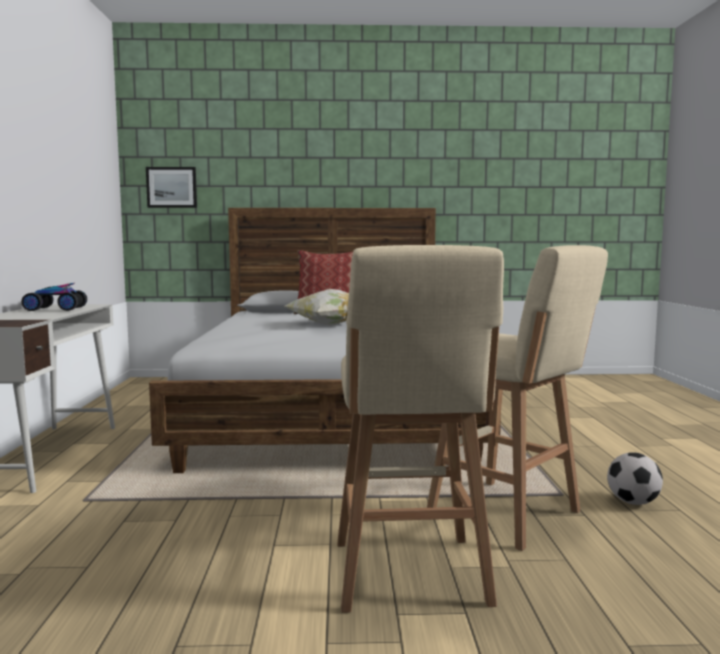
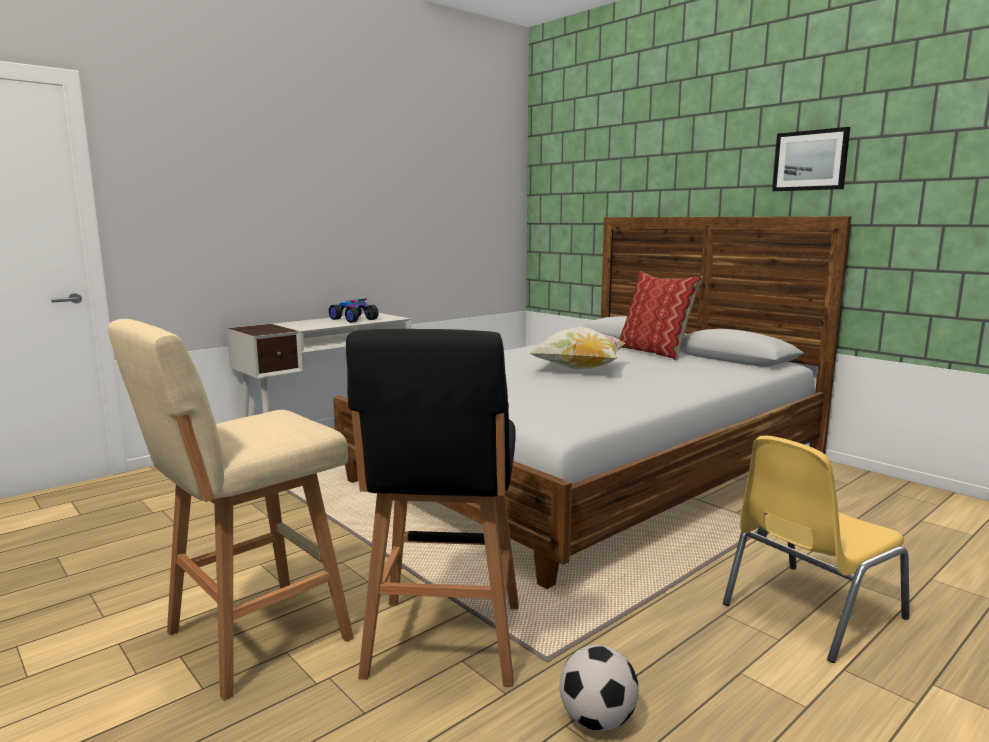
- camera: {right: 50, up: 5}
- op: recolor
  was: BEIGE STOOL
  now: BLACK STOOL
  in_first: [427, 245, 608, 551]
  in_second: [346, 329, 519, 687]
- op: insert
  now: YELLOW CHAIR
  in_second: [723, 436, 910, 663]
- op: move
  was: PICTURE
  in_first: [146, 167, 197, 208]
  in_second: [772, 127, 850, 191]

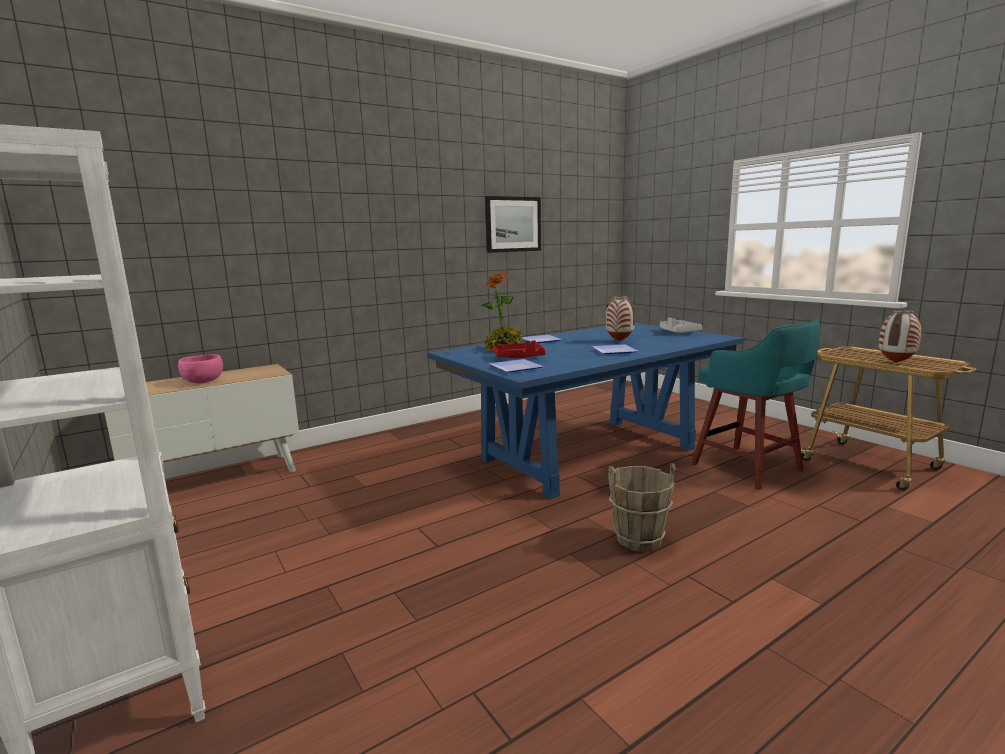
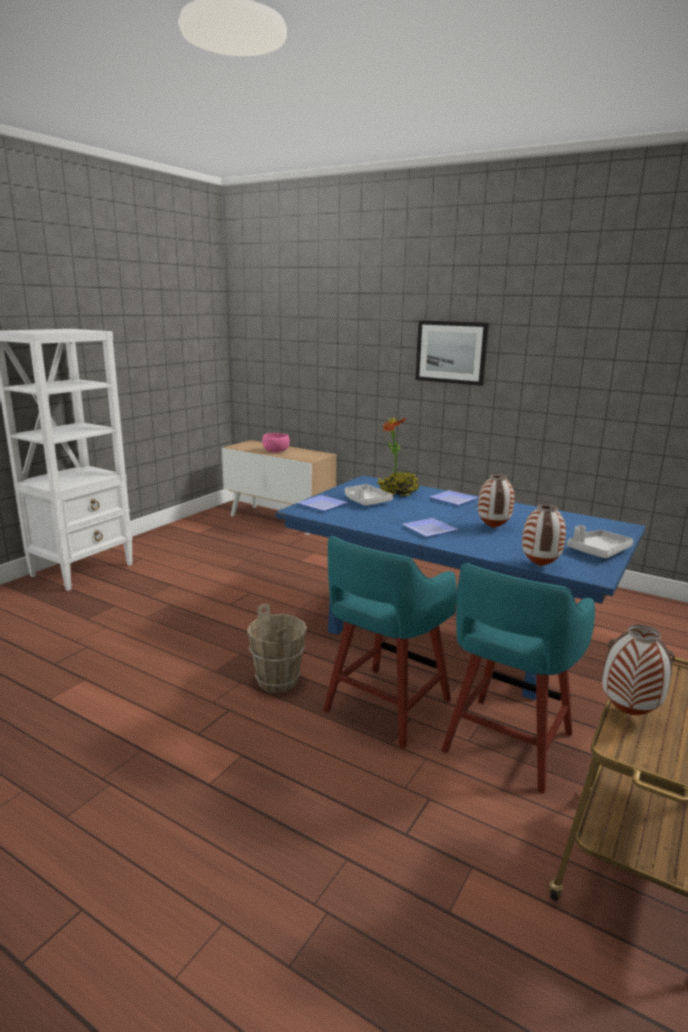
- camera: {right: 65, up: 5}
- op: insert
  now: TURQUOISE STOOL
  in_second: [323, 536, 457, 749]
- op: recolor
  was: RED TRAY
  now: GREY TRAY
  in_first: [493, 340, 546, 358]
  in_second: [345, 484, 393, 506]
- op: move
  was: PICTURE
  in_first: [485, 196, 541, 253]
  in_second: [415, 320, 489, 386]
- op: insert
  now: VASE
  in_second: [522, 503, 566, 566]

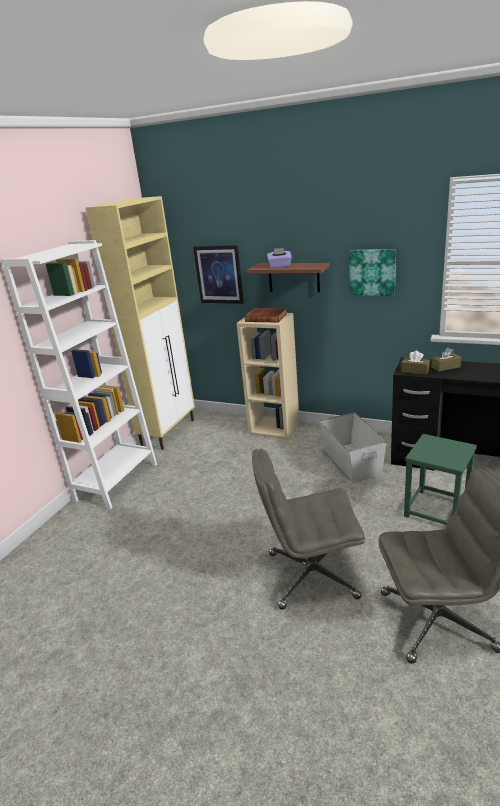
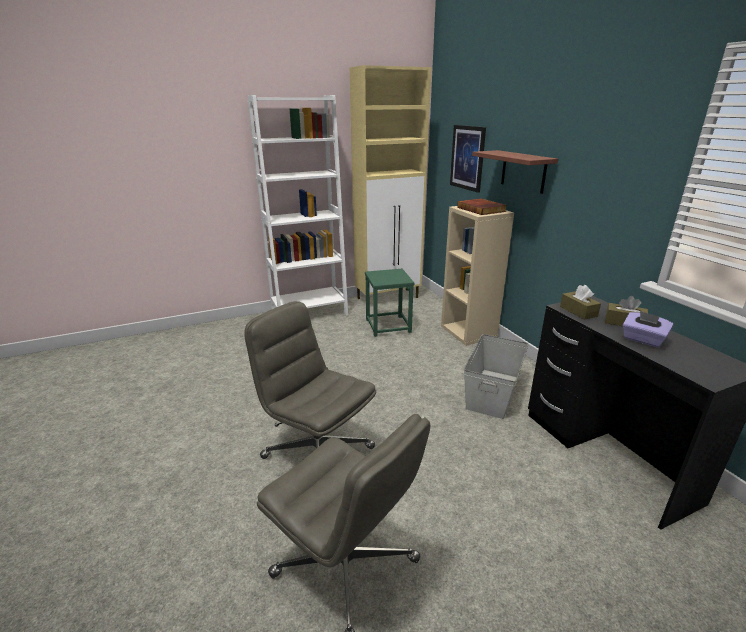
- camera: {right: 40, up: 0}
- op: move
  was: GREEN STOOL
  in_first: [404, 434, 477, 525]
  in_second: [365, 269, 414, 337]
- op: move
  was: PURPLE TISSUE BOX
  in_first: [267, 248, 292, 268]
  in_second: [623, 311, 674, 348]
- op: delete
  was: PICTURE
  in_first: [349, 249, 396, 296]

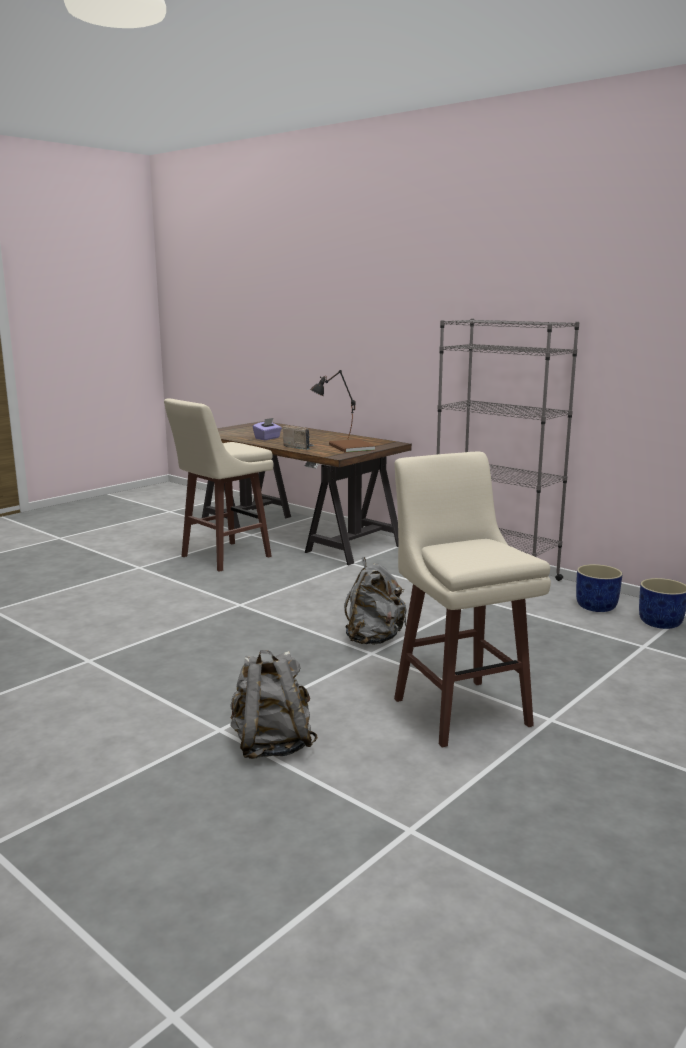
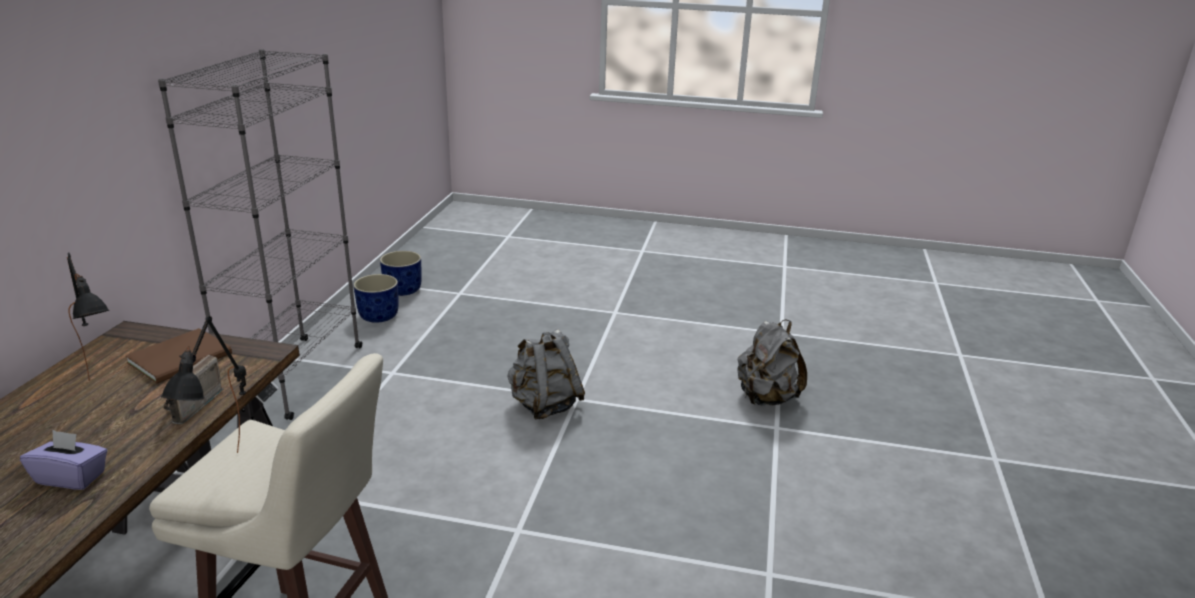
- camera: {right: -120, up: 10}
- op: insert
  now: BLACK TABLE LAMP
  in_second: [161, 316, 246, 453]
- op: delete
  was: BEIGE STOOL
  in_first: [394, 451, 551, 747]

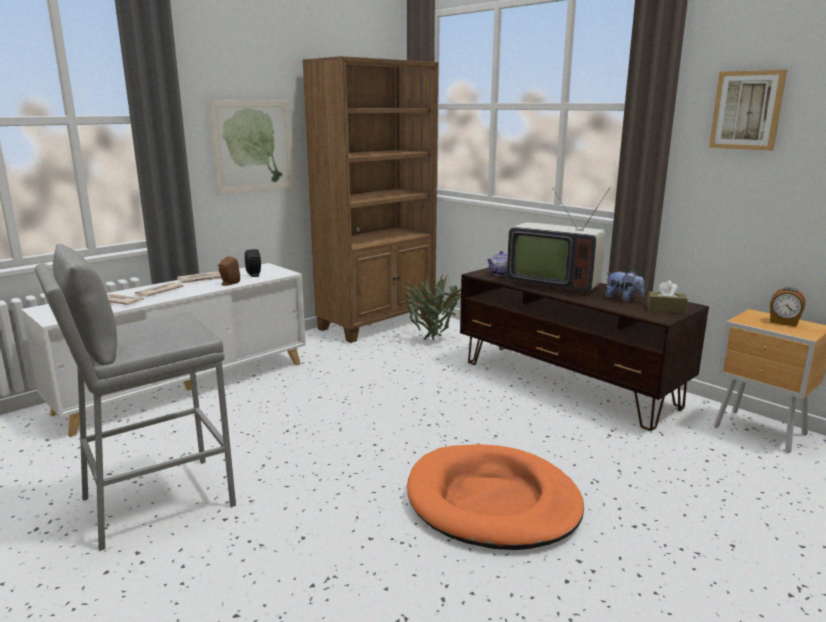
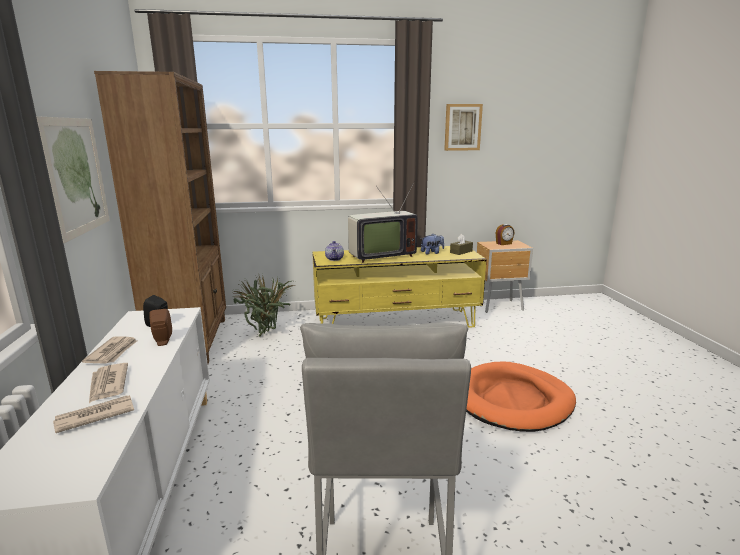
- camera: {right: -55, up: 0}
- op: recolor
  was: BROWN TV STAND
  now: YELLOW TV STAND
  in_first: [460, 268, 709, 431]
  in_second: [312, 246, 487, 328]

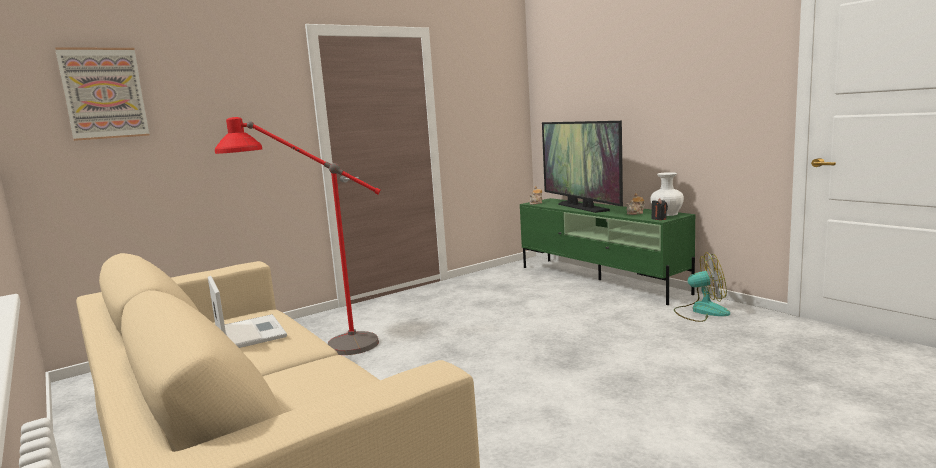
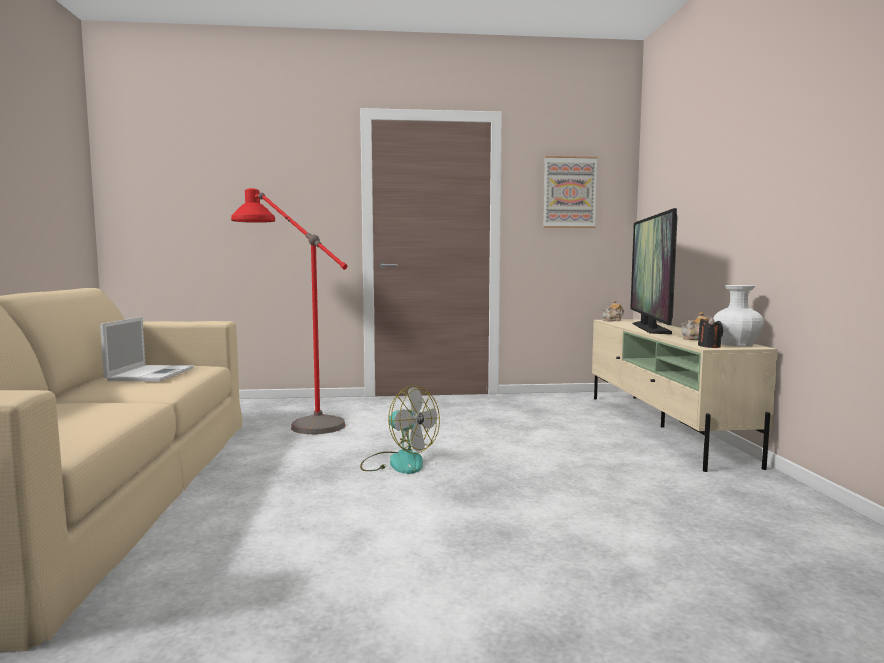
- camera: {right: 30, up: -5}
- op: move
  was: FAN
  in_first: [674, 252, 730, 322]
  in_second: [360, 385, 440, 474]
- op: move
  was: PICTURE
  in_first: [55, 47, 150, 141]
  in_second: [543, 156, 598, 228]
- op: recolor
  was: GREEN TV STAND
  now: BEIGE TV STAND
  in_first: [520, 198, 695, 305]
  in_second: [592, 319, 778, 472]

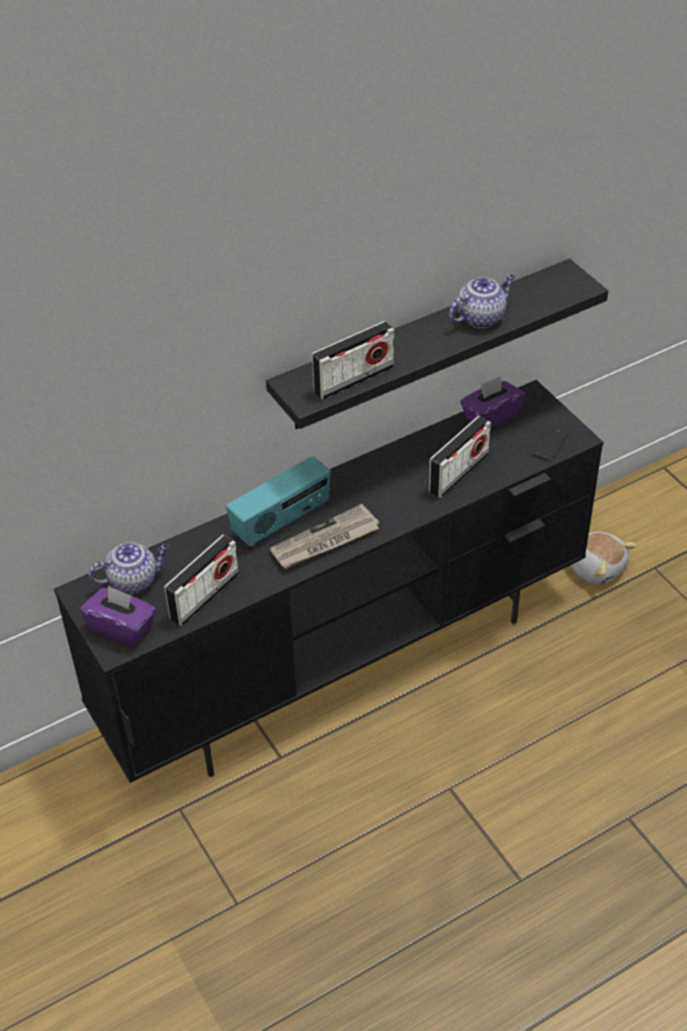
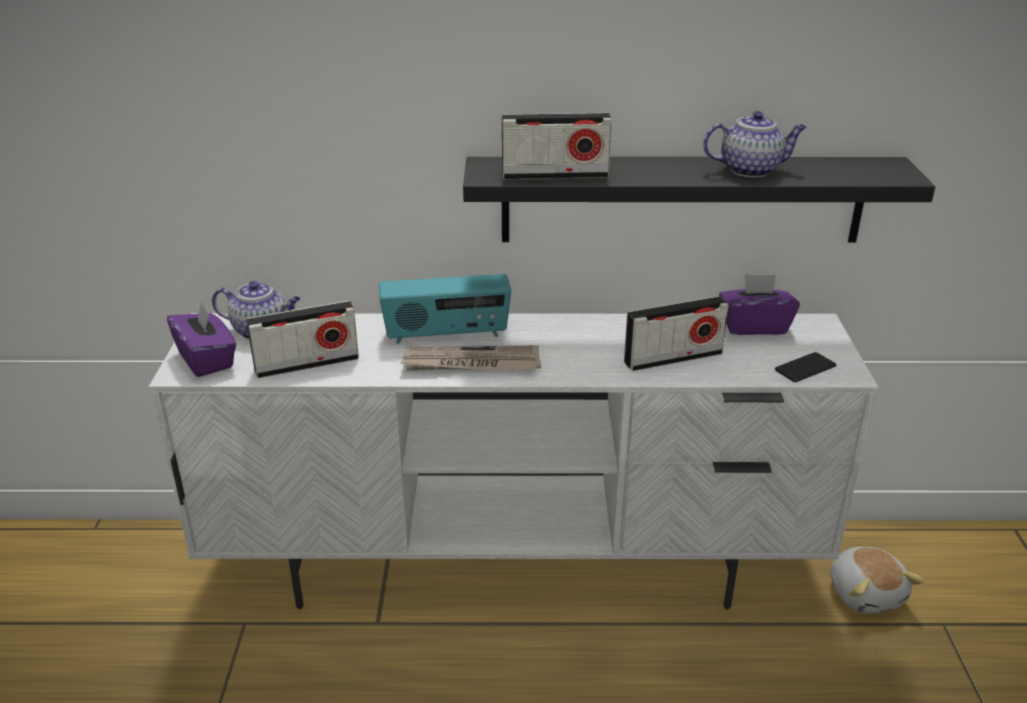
- camera: {right: 30, up: -15}
- op: recolor
  was: BLACK TV STAND
  now: WHITE TV STAND
  in_first: [54, 380, 604, 783]
  in_second: [149, 313, 878, 610]

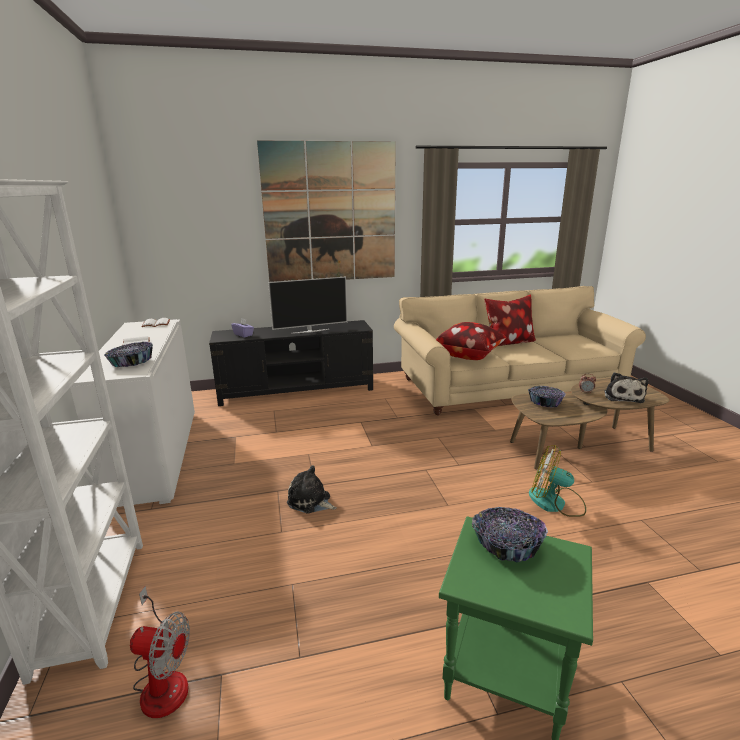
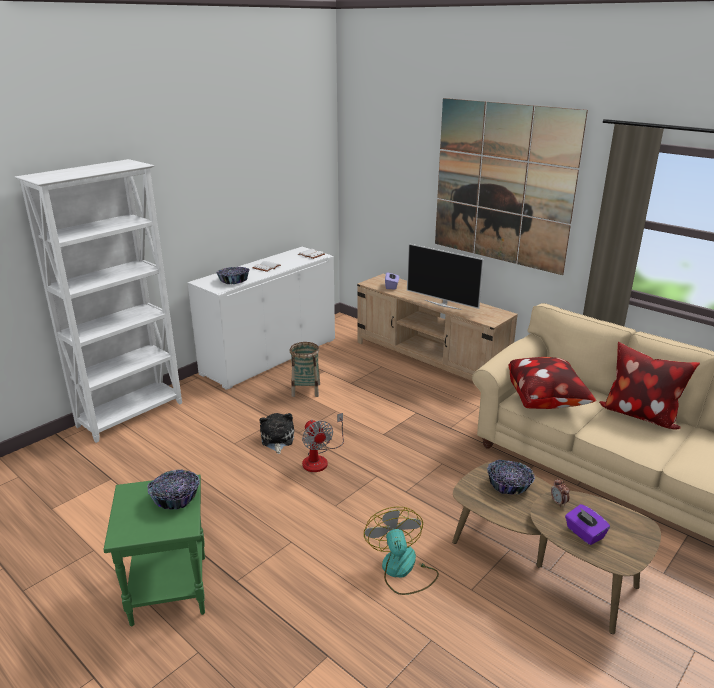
- camera: {right: 55, up: 5}
- op: insert
  now: BASKET
  in_second: [290, 342, 320, 397]
- op: move
  was: FAN
  in_first: [130, 586, 190, 718]
  in_second: [302, 413, 344, 472]
- op: recolor
  was: BLACK TV STAND
  now: BEIGE TV STAND
  in_first: [209, 320, 373, 406]
  in_second: [357, 274, 518, 381]
- op: replace
  was: PLUSH TOY
  now: PURPLE TISSUE BOX
  in_first: [605, 372, 648, 403]
  in_second: [565, 504, 610, 545]

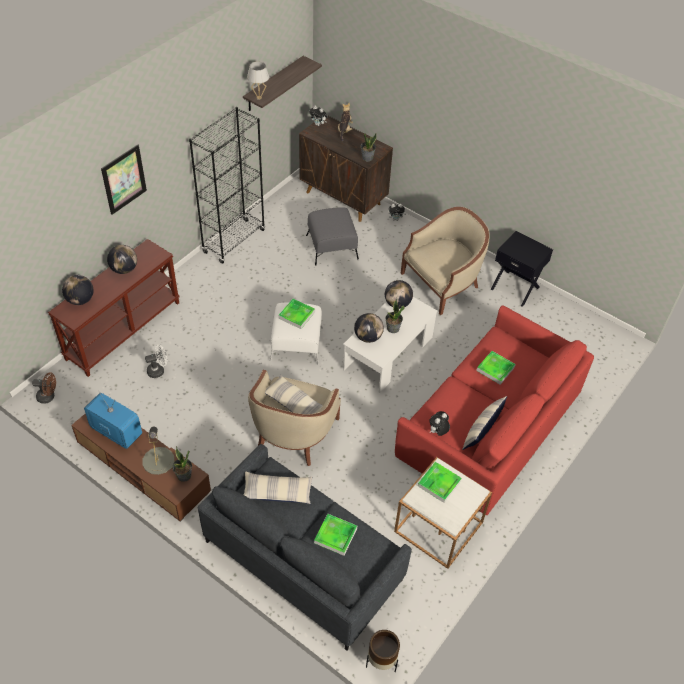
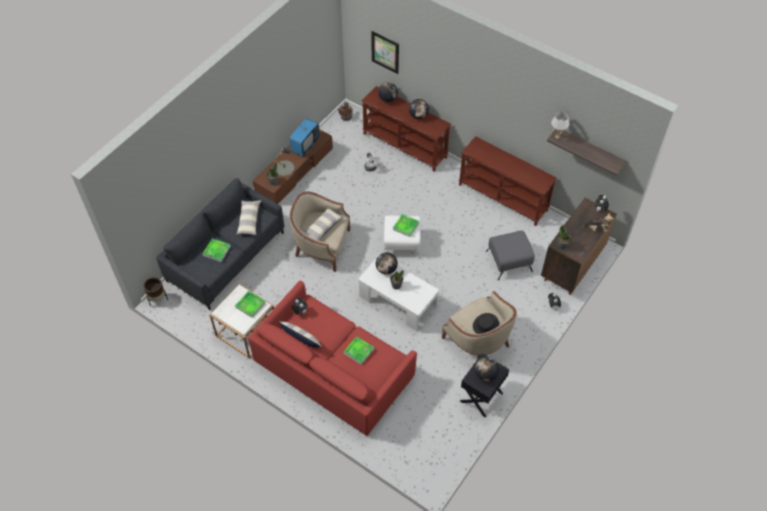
- camera: {right: 90, up: 5}
- op: move
  was: PICTURE
  in_first: [101, 144, 147, 215]
  in_second: [371, 31, 399, 74]
- op: replace
  was: BLACK BOOKCASE
  now: BROWN CONSOLE TABLE
  in_first: [189, 107, 265, 264]
  in_second: [459, 136, 557, 226]
- op: insert
  now: BLACK HAT
  in_second: [473, 313, 499, 334]
- op: move
  was: GLOBE
  in_first: [385, 280, 413, 309]
  in_second: [475, 357, 499, 382]

